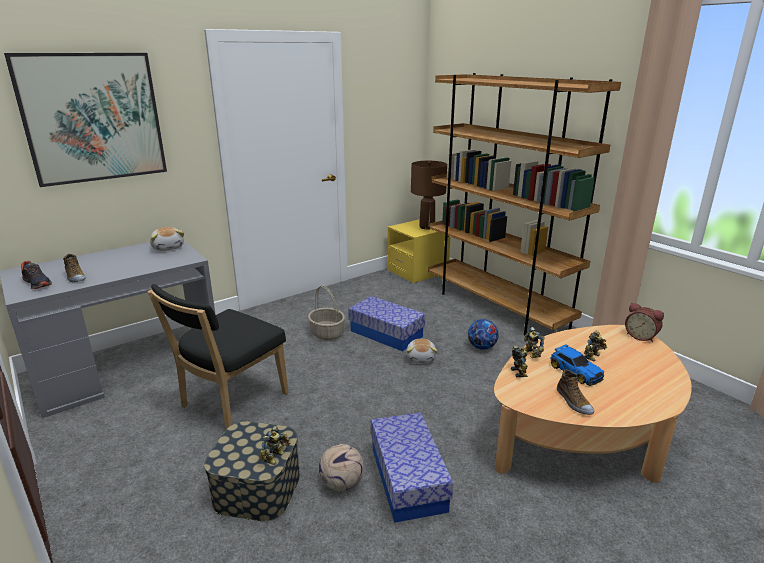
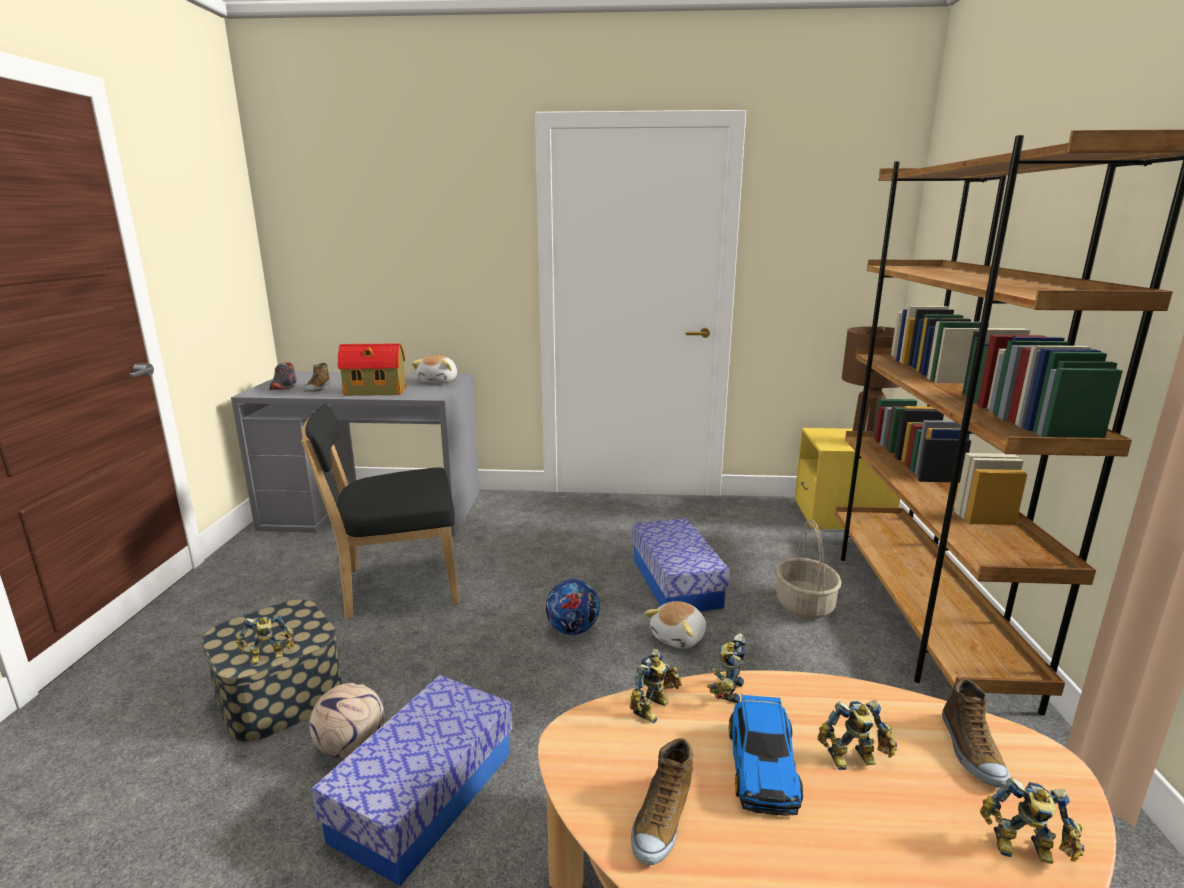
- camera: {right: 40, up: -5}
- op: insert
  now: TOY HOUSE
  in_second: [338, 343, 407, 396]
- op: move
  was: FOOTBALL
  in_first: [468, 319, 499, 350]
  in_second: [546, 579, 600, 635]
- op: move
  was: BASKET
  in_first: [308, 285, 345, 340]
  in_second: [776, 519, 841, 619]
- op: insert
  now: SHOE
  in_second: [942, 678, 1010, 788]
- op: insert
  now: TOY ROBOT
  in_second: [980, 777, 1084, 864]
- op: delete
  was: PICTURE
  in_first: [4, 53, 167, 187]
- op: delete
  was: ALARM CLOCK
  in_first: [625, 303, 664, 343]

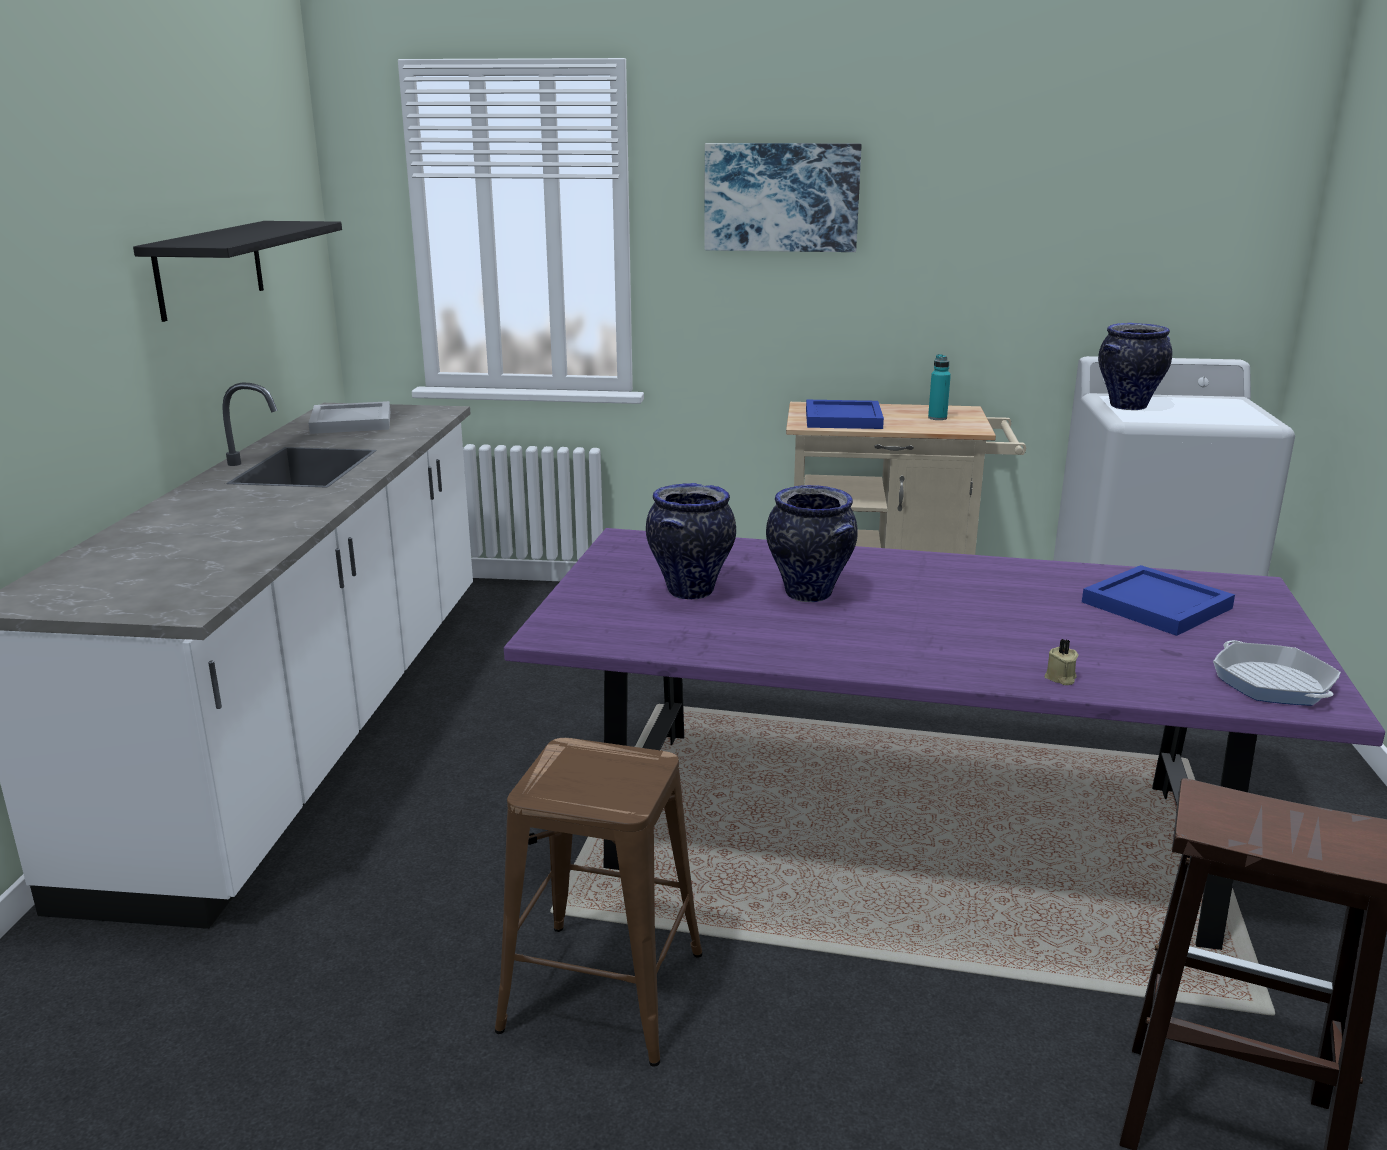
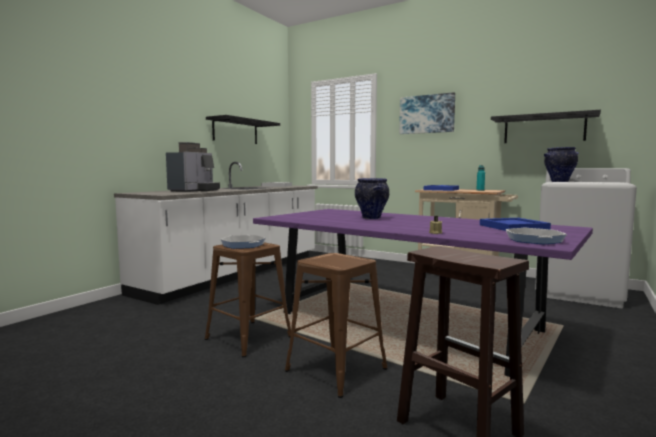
- camera: {right: 25, up: -15}
- op: insert
  now: COFFEE MACHINE
  in_second: [166, 142, 220, 192]
- op: insert
  now: FRYING PAN
  in_second: [220, 235, 266, 249]
- op: insert
  now: BROWN STOOL
  in_second: [285, 253, 388, 398]
- op: insert
  now: BLACK SHELF
  in_second: [491, 110, 601, 143]
- op: delete
  was: VASE
  in_first: [646, 483, 736, 600]

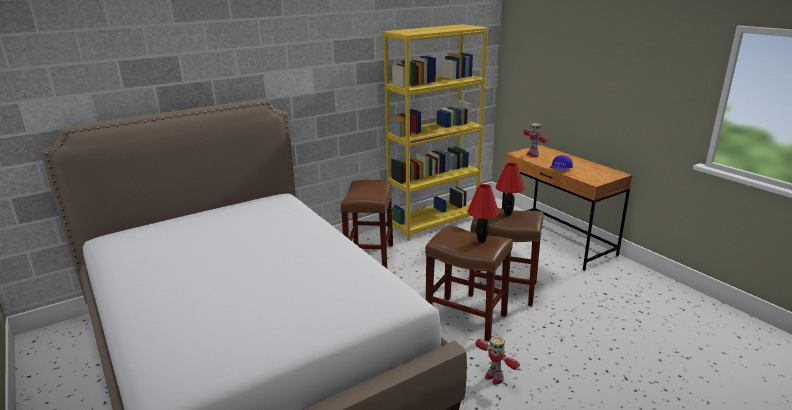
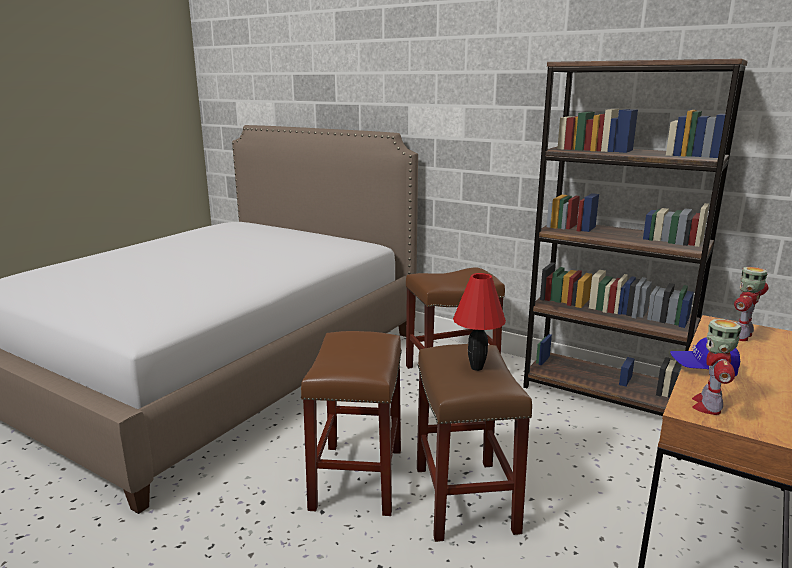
- camera: {right: 65, up: -5}
- op: recolor
  was: YELLOW BOOKCASE
  now: BROWN BOOKCASE
  in_first: [383, 24, 489, 241]
  in_second: [523, 59, 748, 416]
- op: move
  was: TOY ROBOT
  in_first: [475, 336, 520, 385]
  in_second: [692, 319, 741, 415]
- op: delete
  was: RED TABLE LAMP
  in_first: [467, 184, 499, 242]

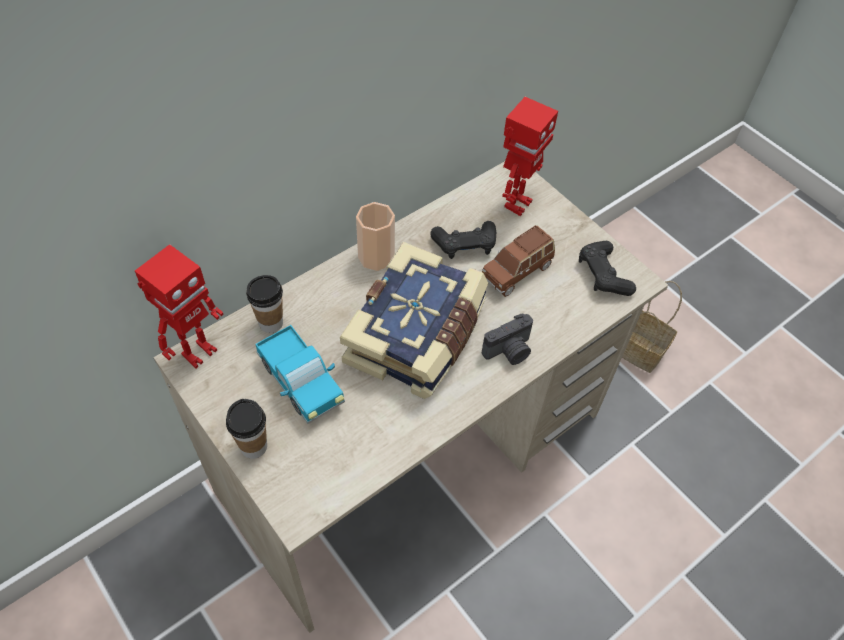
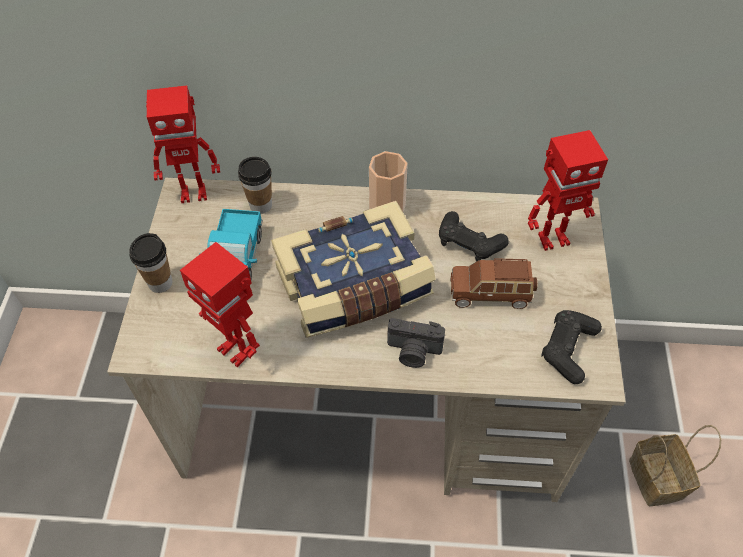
- camera: {right: 45, up: 0}
- op: insert
  now: TOY ROBOT
  in_second: [180, 242, 260, 367]

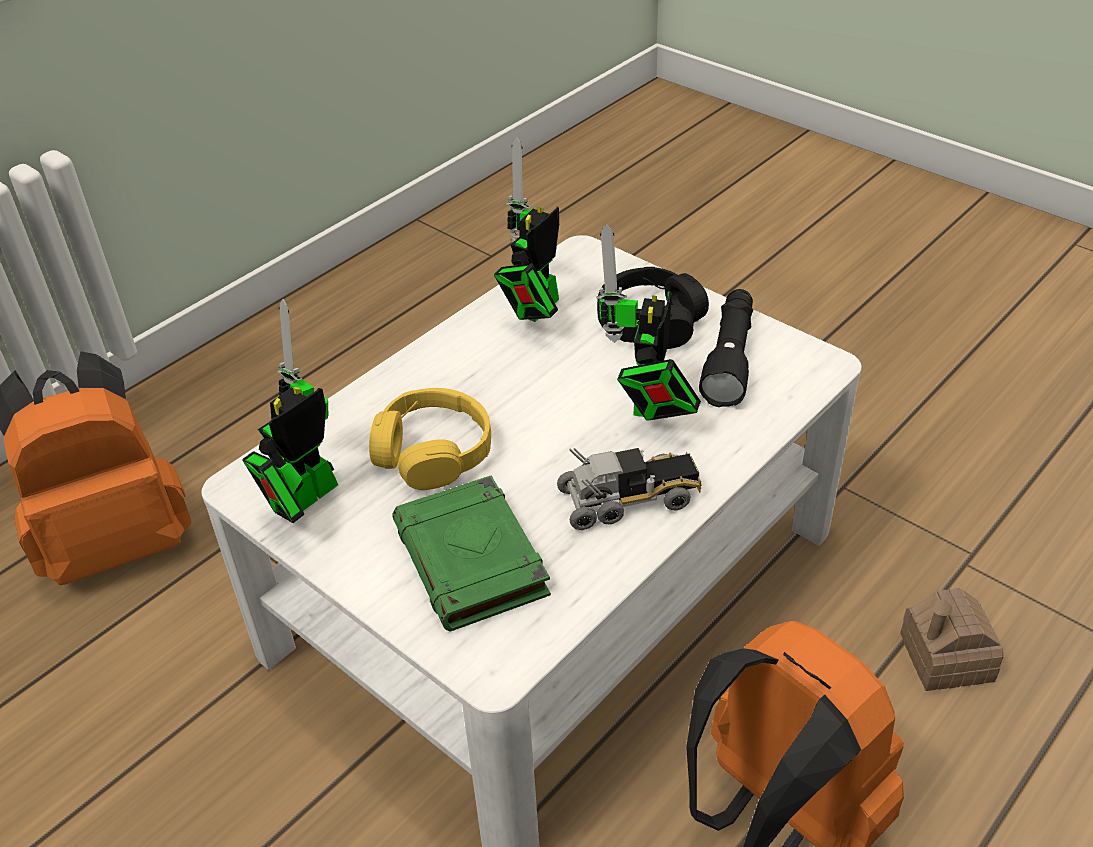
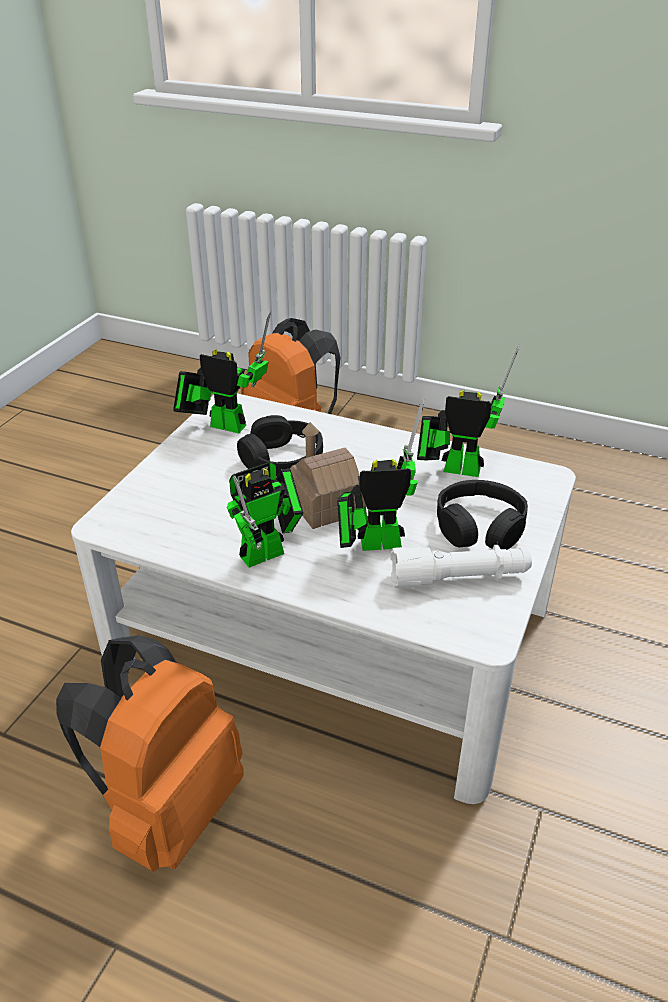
- camera: {right: 70, up: -5}
- op: replace
  was: TOY TRUCK
  now: TOY ROBOT
  in_first: [557, 448, 702, 530]
  in_second: [227, 462, 303, 568]
- op: recolor
  was: YELLOW HEADPHONES
  now: BLACK HEADPHONES
  in_first: [369, 388, 491, 490]
  in_second: [237, 415, 323, 477]
- op: move
  was: TOY HOUSE
  in_first: [900, 588, 1004, 691]
  in_second: [290, 422, 366, 529]
- op: recolor
  was: BLACK FLASHLIGHT
  now: WHITE FLASHLIGHT
  in_first: [699, 289, 753, 407]
  in_second: [390, 545, 532, 588]
- op: delete
  was: GREEN BOOK
  in_first: [393, 476, 551, 632]

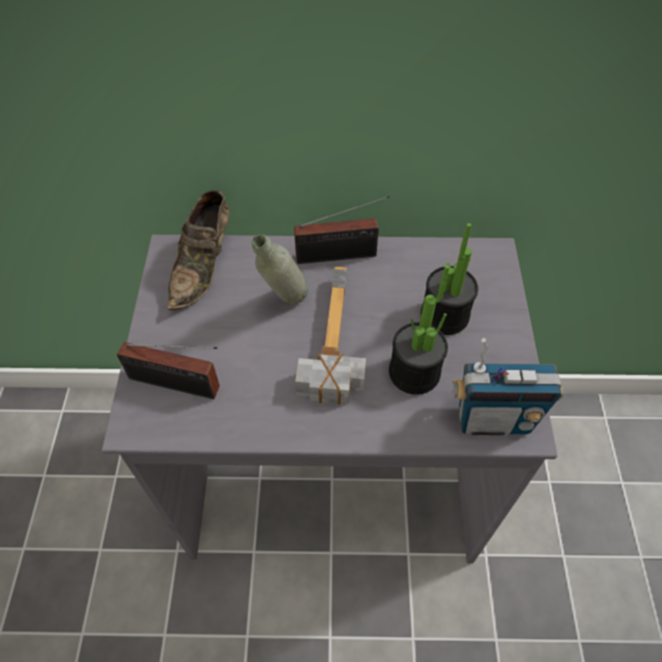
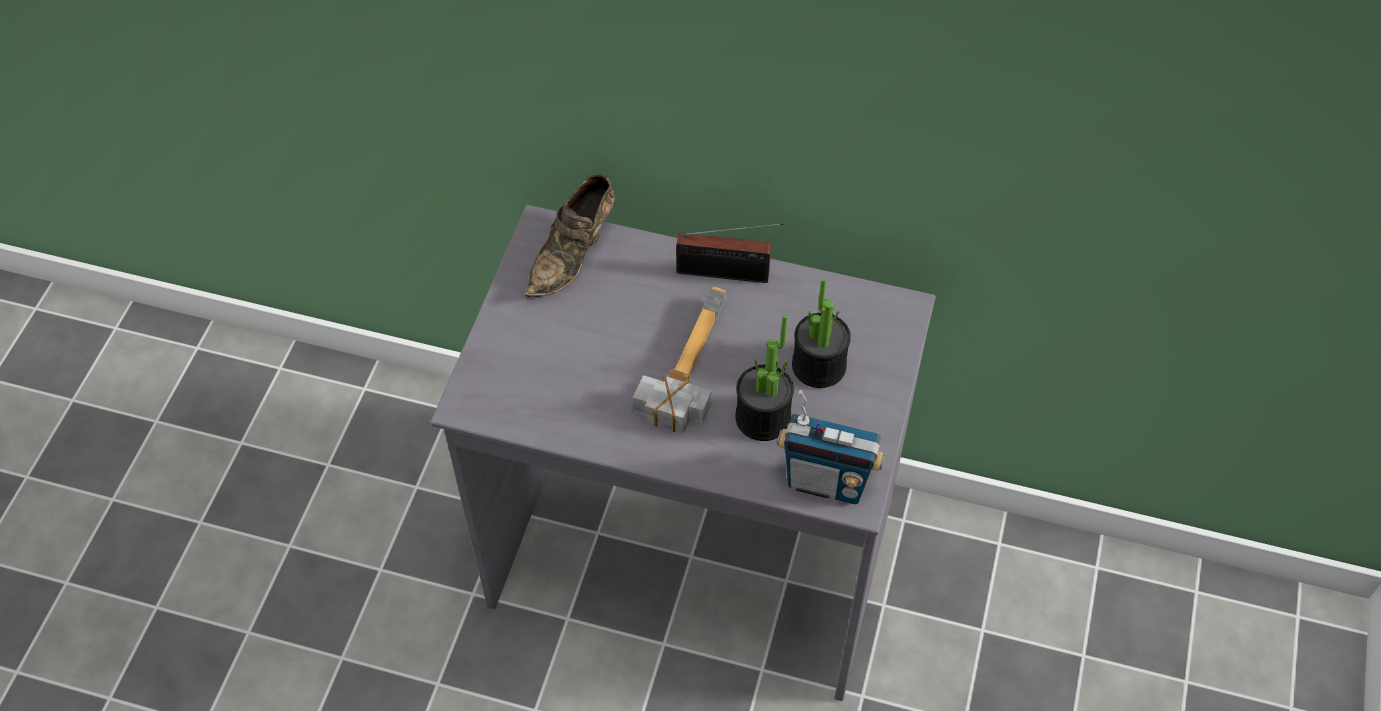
- camera: {right: 15, up: 0}
- op: delete
  was: RADIO
  in_first: [117, 342, 220, 399]
- op: delete
  was: GREY BOTTLE
  in_first: [252, 234, 308, 305]

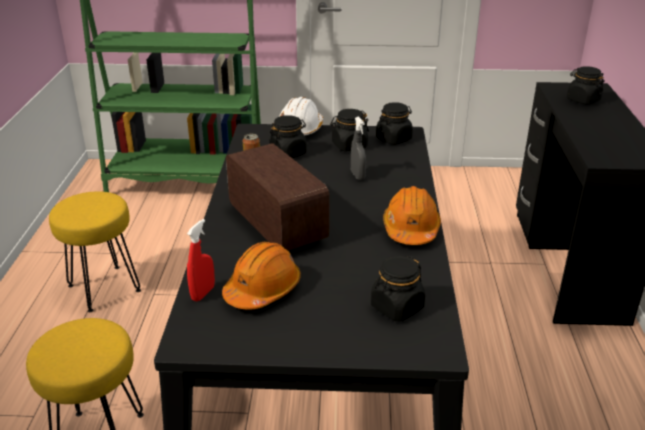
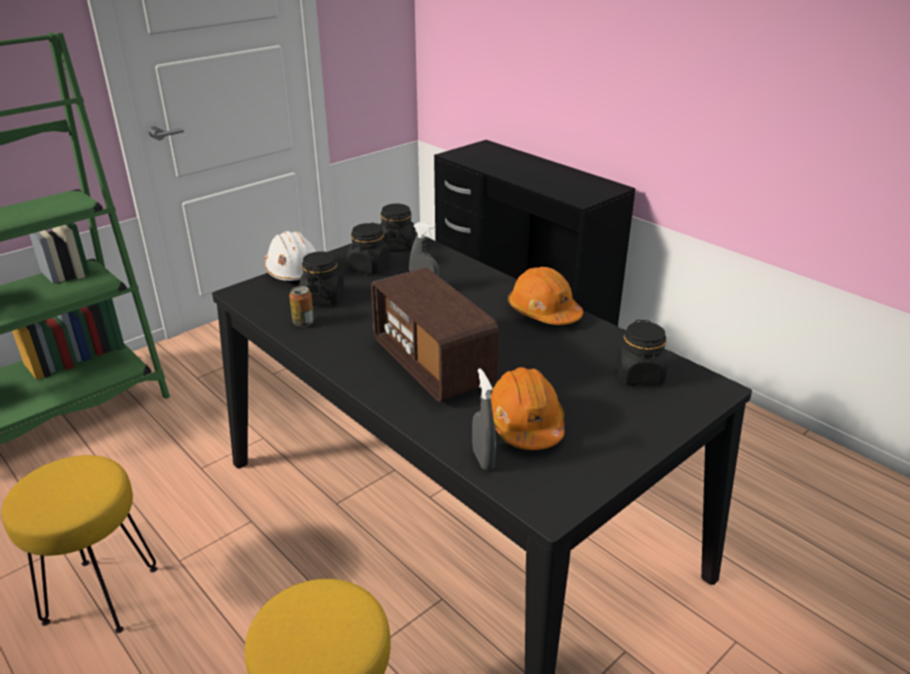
- camera: {right: -45, up: 0}
- op: rotate
  was: RADIO
  in_first: [226, 143, 329, 251]
  in_second: [371, 268, 499, 402]
  clockwise: -135
- op: recolor
  was: RED SPRAY BOTTLE
  now: GREY SPRAY BOTTLE
  in_first: [187, 219, 215, 302]
  in_second: [472, 368, 496, 470]
- op: delete
  was: BLACK JAR
  in_first: [567, 66, 605, 105]

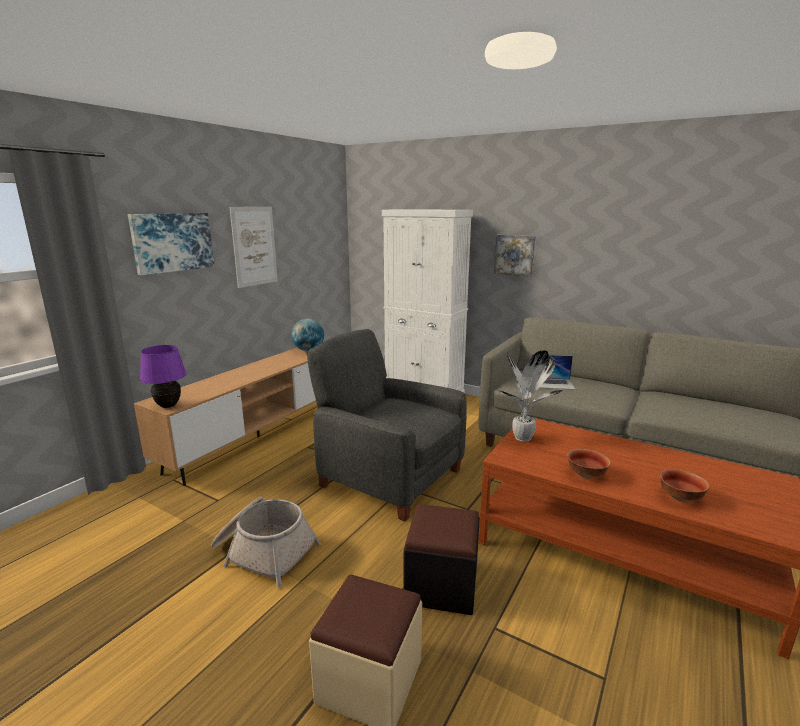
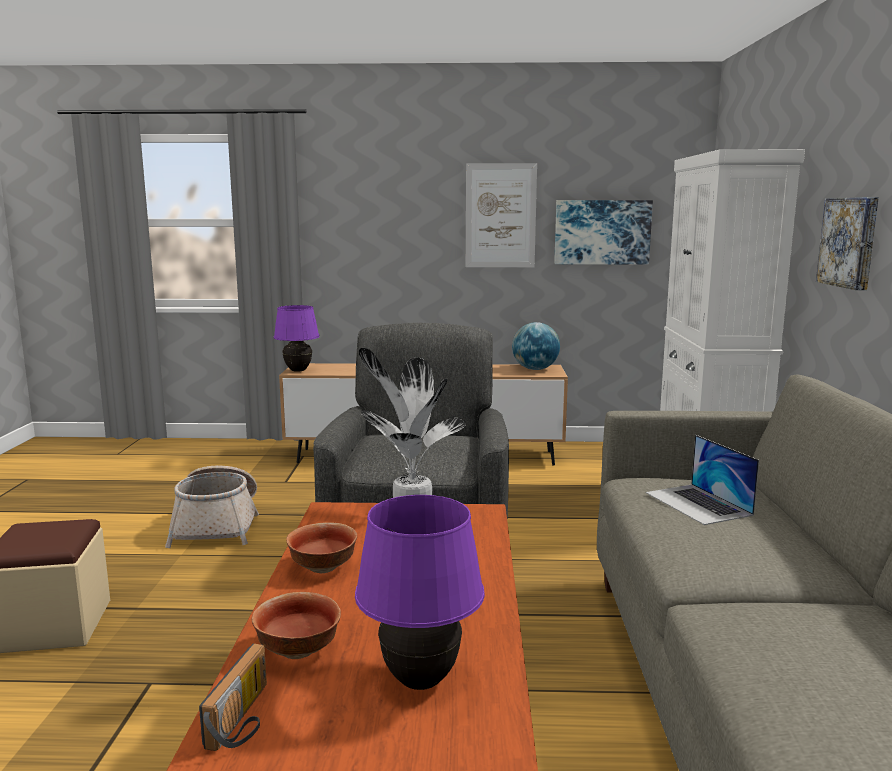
- camera: {right: 60, up: -5}
- op: insert
  now: RADIO
  in_second: [199, 644, 267, 751]
- op: insert
  now: PURPLE TABLE LAMP
  in_second: [355, 495, 485, 690]
- op: move
  was: PICTURE
  in_first: [128, 213, 214, 275]
  in_second: [554, 200, 653, 265]
- op: delete
  was: BLACK OTTOMAN
  in_first: [404, 504, 480, 615]

